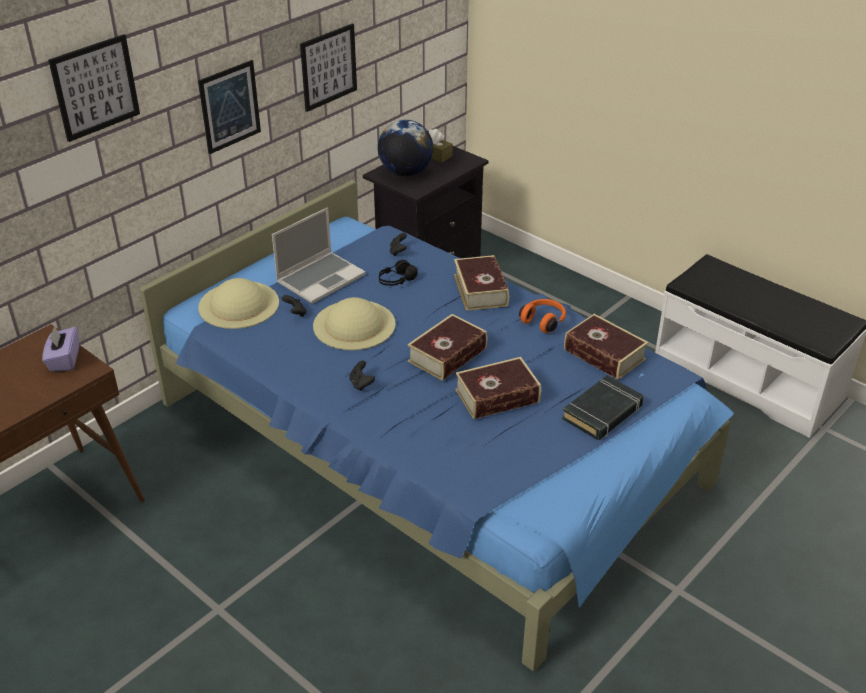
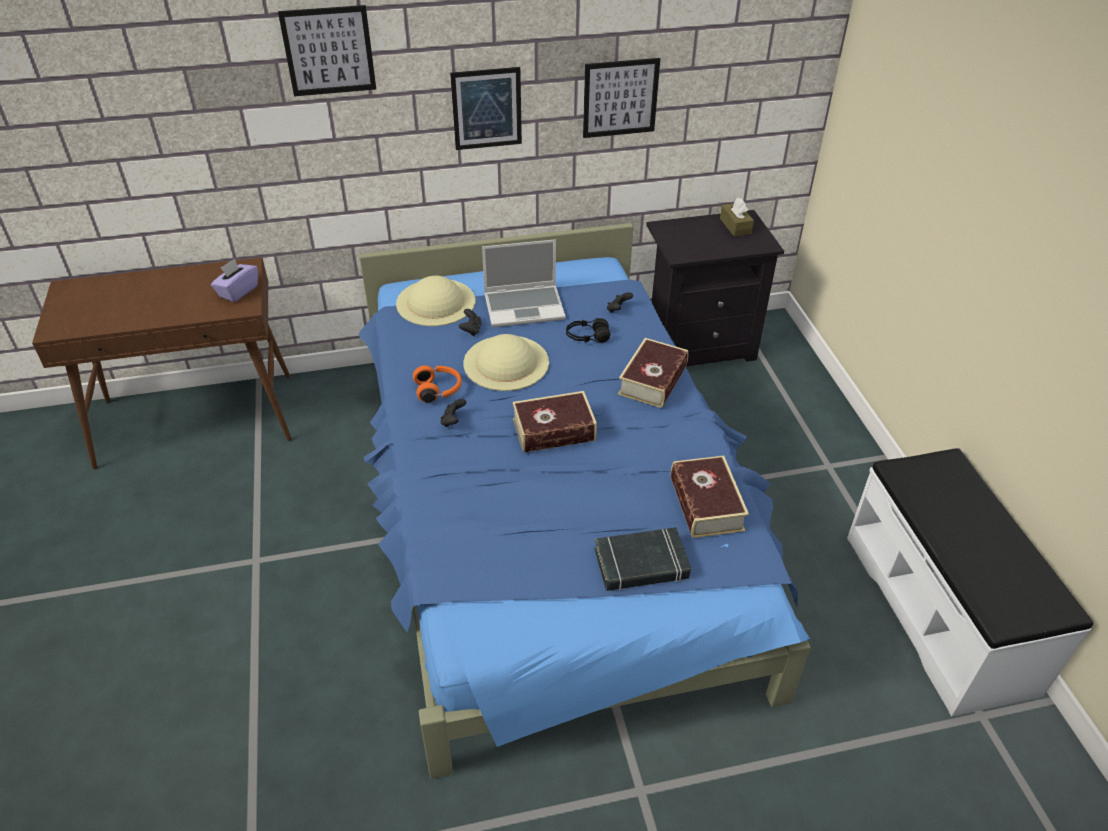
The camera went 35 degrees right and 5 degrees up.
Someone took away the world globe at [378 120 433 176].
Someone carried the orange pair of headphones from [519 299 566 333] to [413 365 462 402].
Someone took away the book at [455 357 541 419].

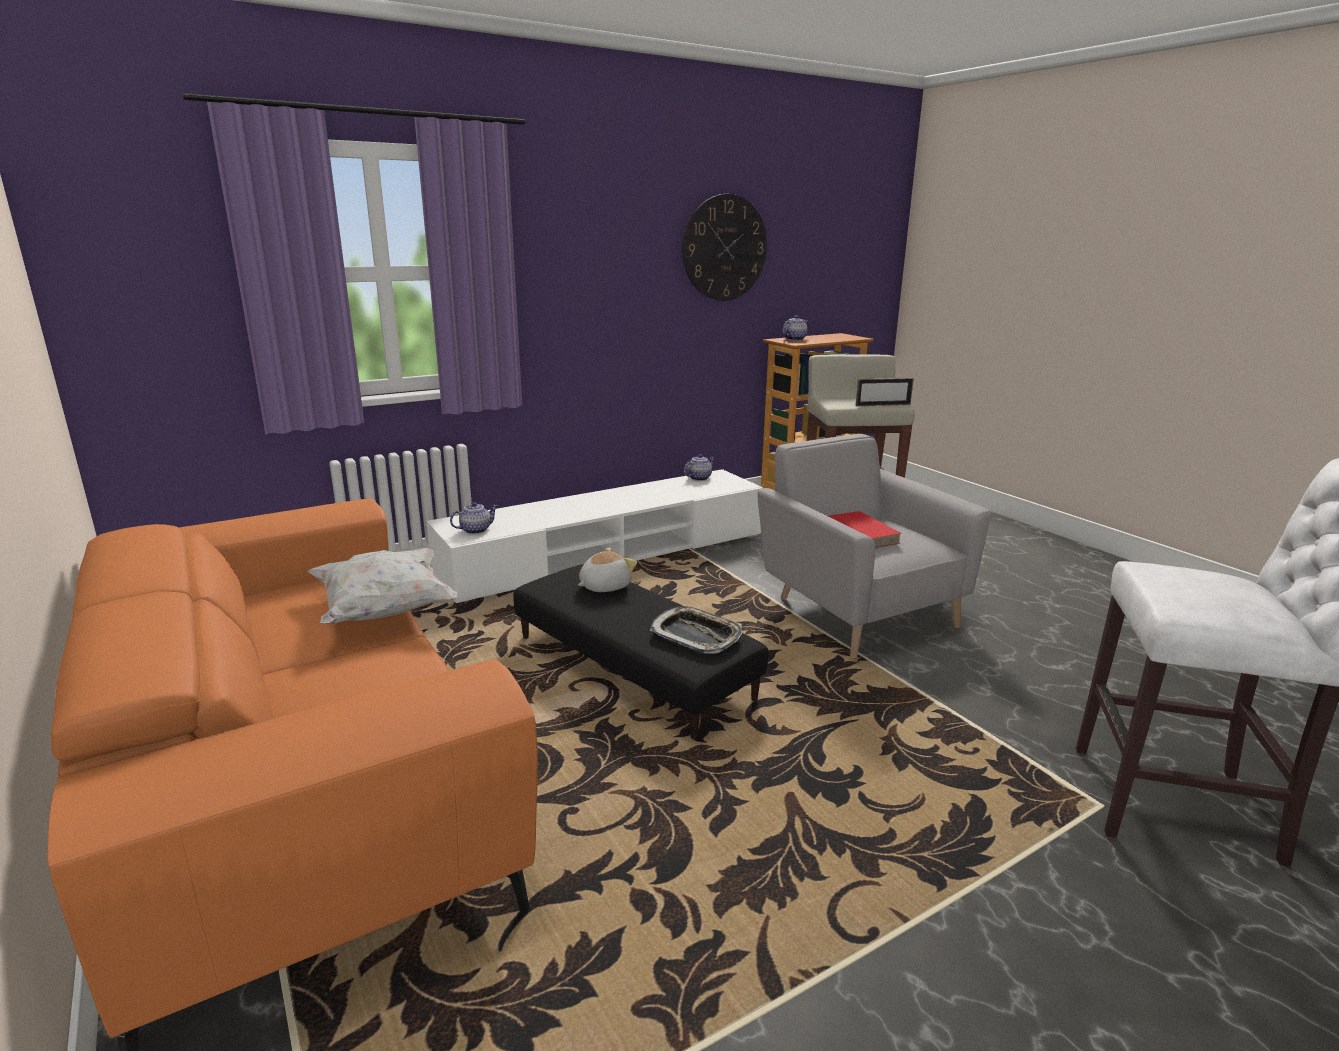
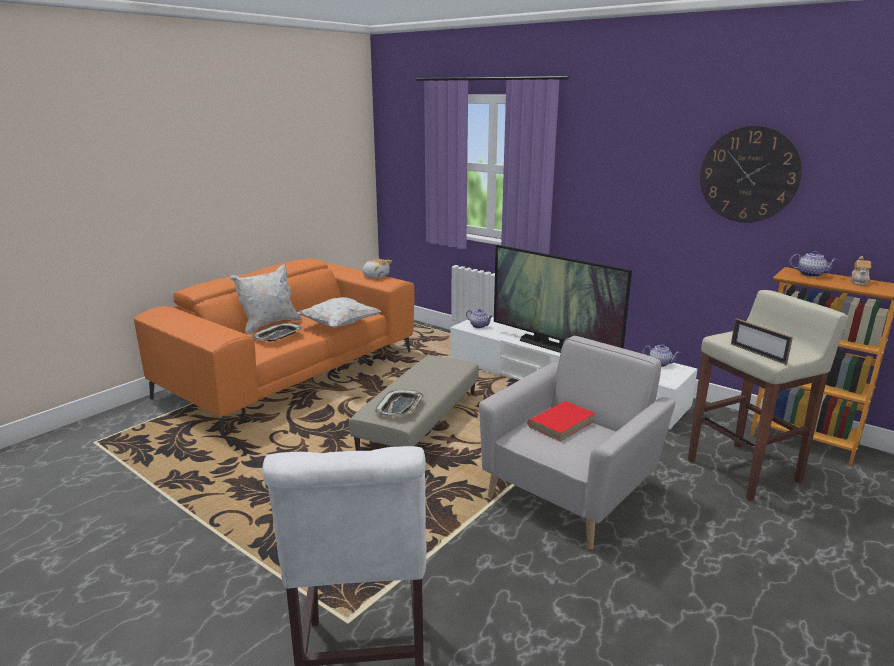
The camera went 70 degrees right and 0 degrees up.
Someone carried the cuddly toy from [578 547 637 592] to [362 259 392 278].
Someone repainted the black ottoman at [513 564 768 739], which became the sand-coloured ottoman at [349 355 479 451].
Someone put down the TV at [494 245 632 353].
Someone put down the teapot at [851 256 871 286].
Someone put down the white pillow at [230 264 301 334].
Someone put down the tray at [252 323 302 342].

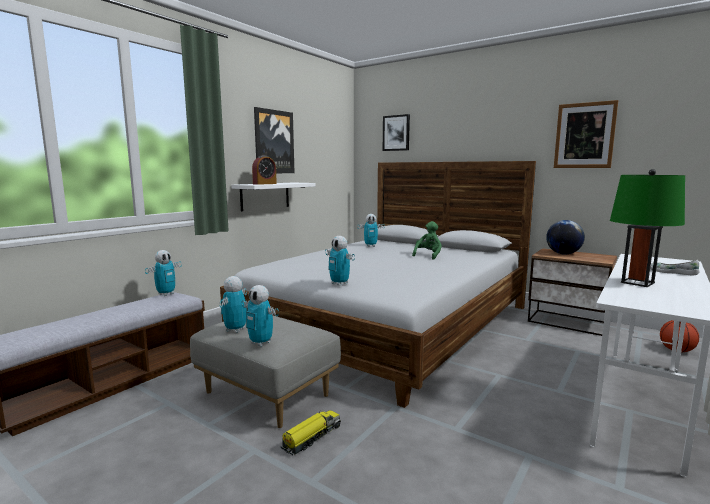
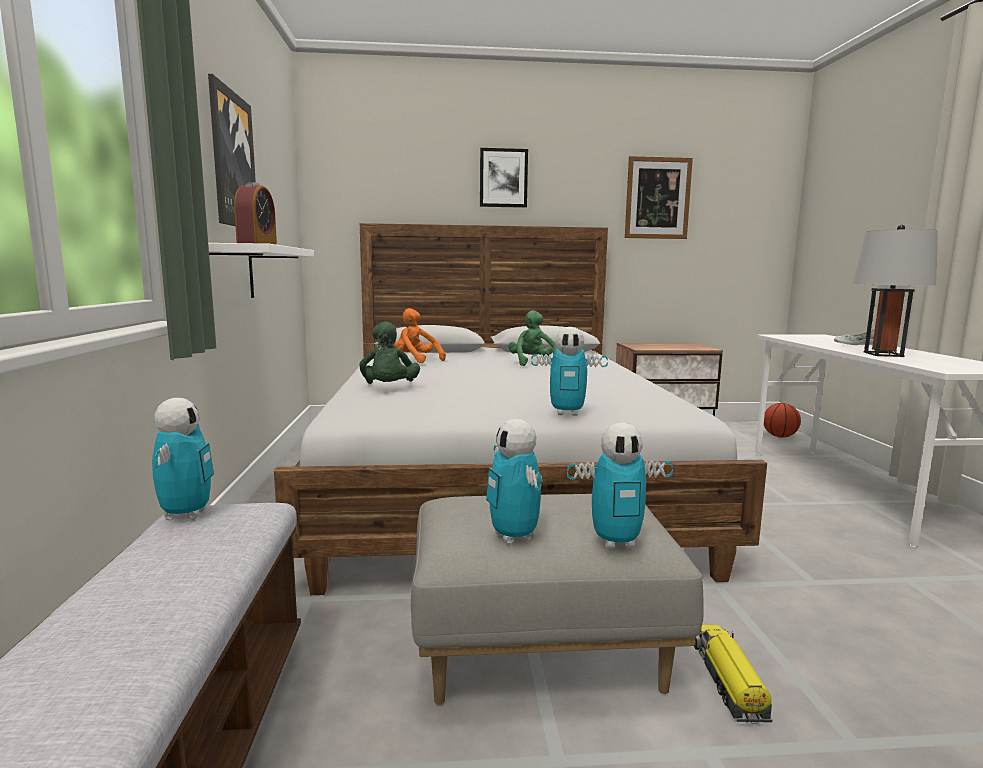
The camera went 40 degrees left and 0 degrees up.
Someone carried the wall picture from [383 114 410 151] to [480 148 528 208].
Someone repainted the greenish table lamp at [610 169 685 287], which became the greyish table lamp at [853 224 938 357].
Someone swapped the toy robot at [357 214 385 247] for the orange cuddly toy at [392 308 446 363].
Someone took away the world globe at [546 220 585 255].
Someone put down the greenish cuddly toy at [359 322 420 384].

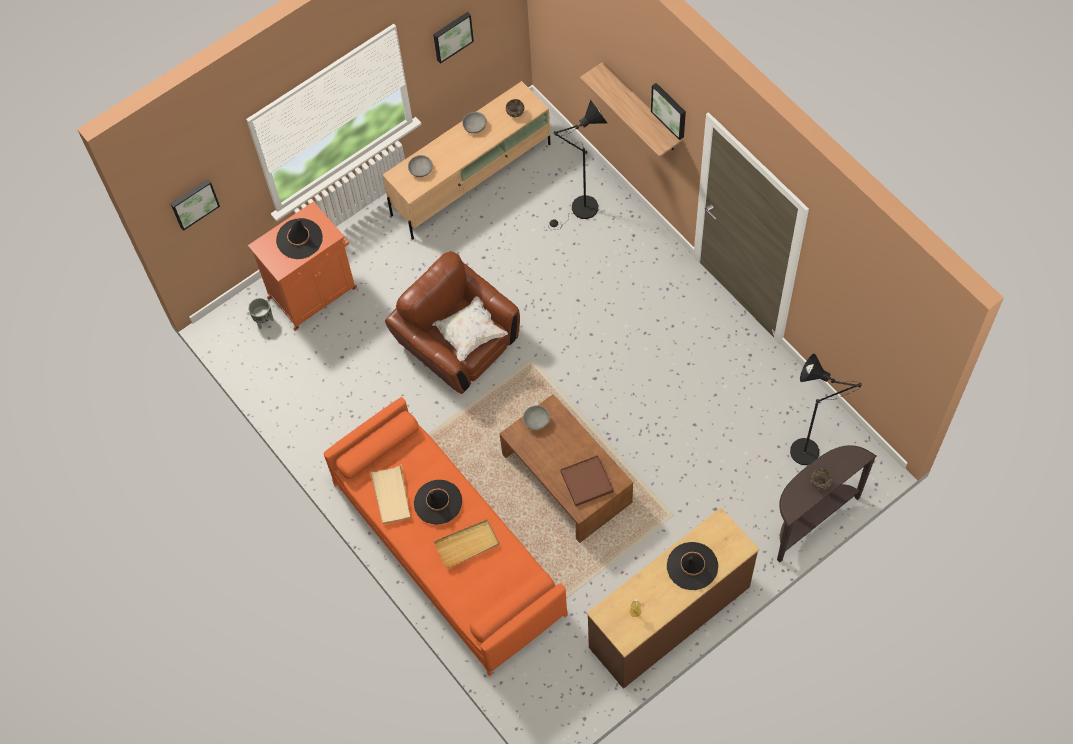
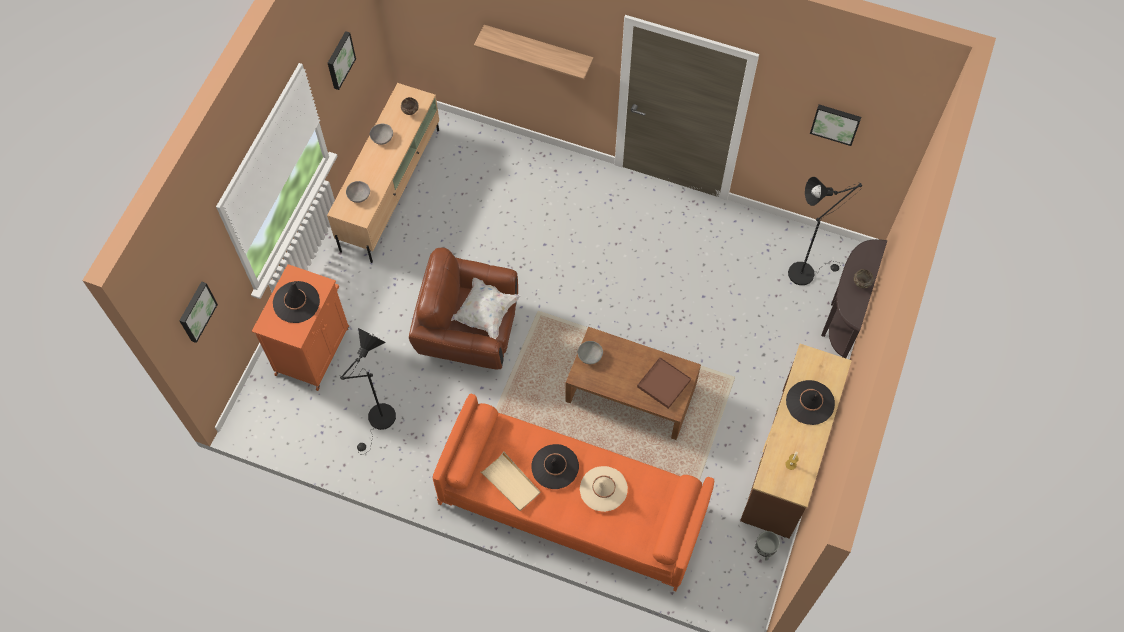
The camera went 35 degrees left and 0 degrees up.
Someone carried the wall picture from [651 83 686 140] to [810 105 861 146].
Someone carried the black standard lamp from [549 100 607 229] to [339 328 396 454].
Someone carried the greyish planter from [248 298 274 329] to [754 531 780 561].
Someone swapped the sand-coloured tray at [433 519 500 569] for the sand-coloured hat at [580 466 628 512].

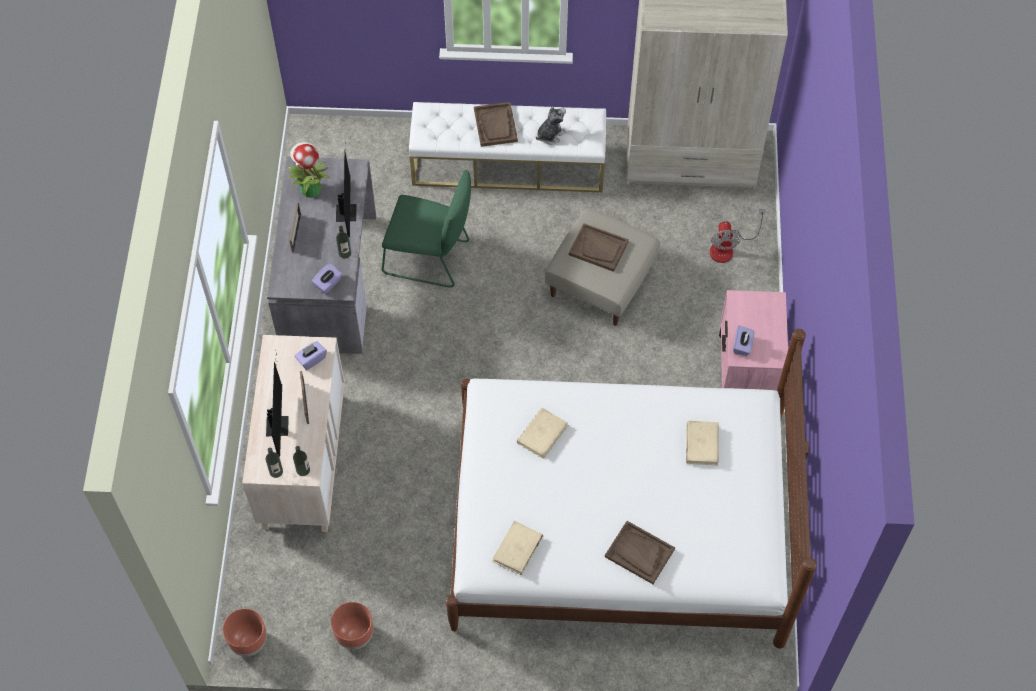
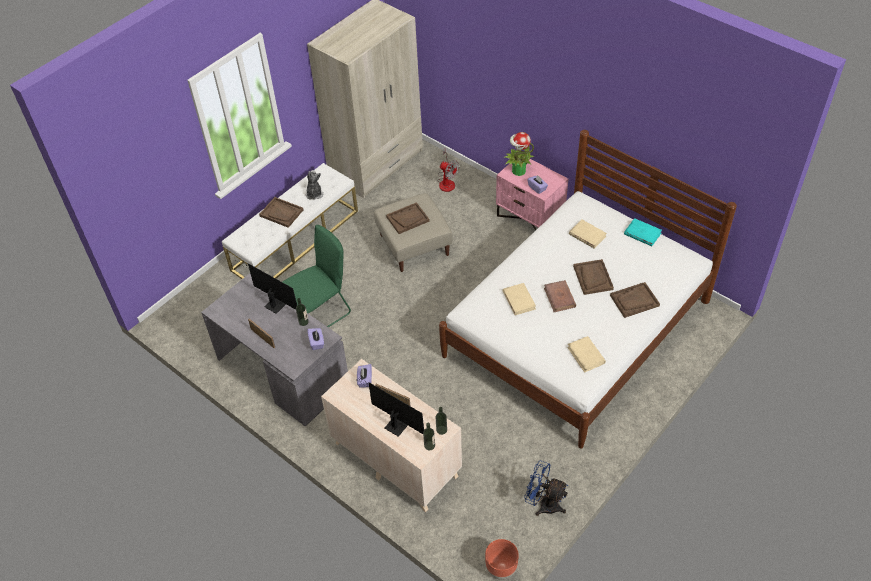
The camera went 50 degrees left and 10 degrees down.
Someone carried the plant in a pot from [287 142 330 198] to [504 132 535 176].
Someone swapped the brown planter at [331 602 373 650] for the bluish cooling fan at [524 460 568 516].
Someone put down the blue-green book at [624 218 662 246].
Someone put down the brown tray at [573 259 614 295].
Someone put down the brown book at [544 280 576 312].

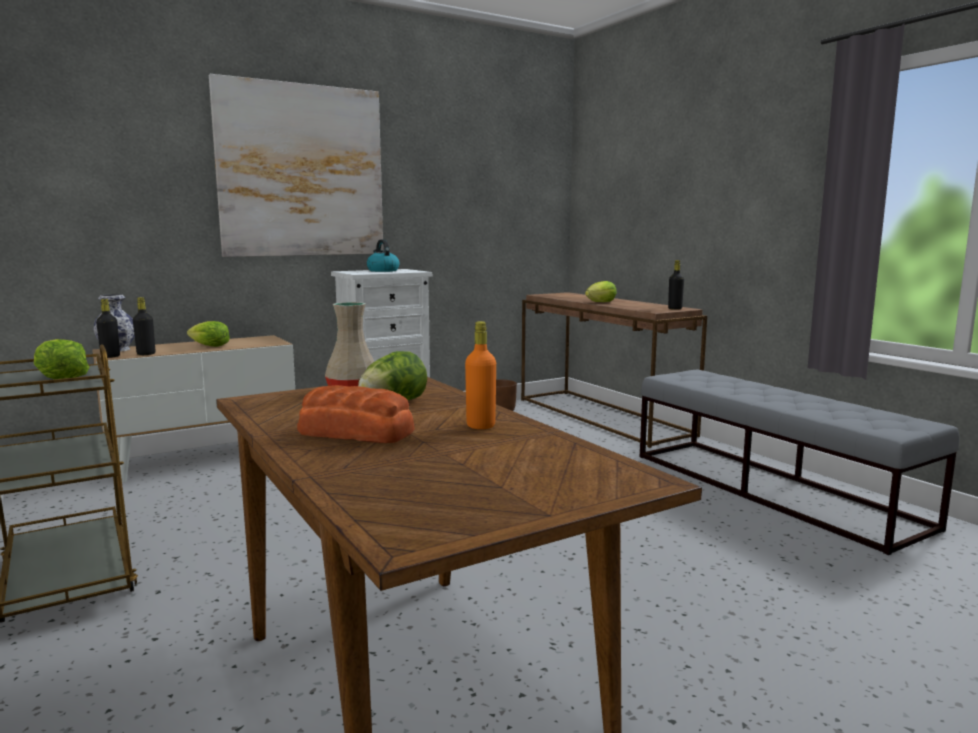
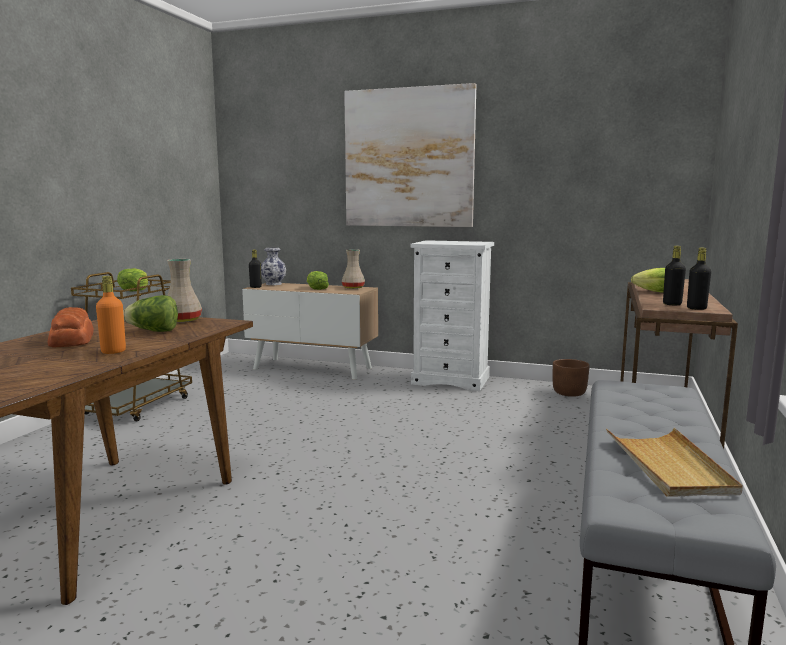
The camera went 50 degrees right and 0 degrees up.
Someone took away the water kettle at [367 239 399 272].
Someone carried the black beverage bottle from [133 297 155 355] to [663 246 686 305].
Someone put down the sand-coloured flower vase at [342 249 365 289].
Someone put down the sand-coloured tray at [606 428 743 497].

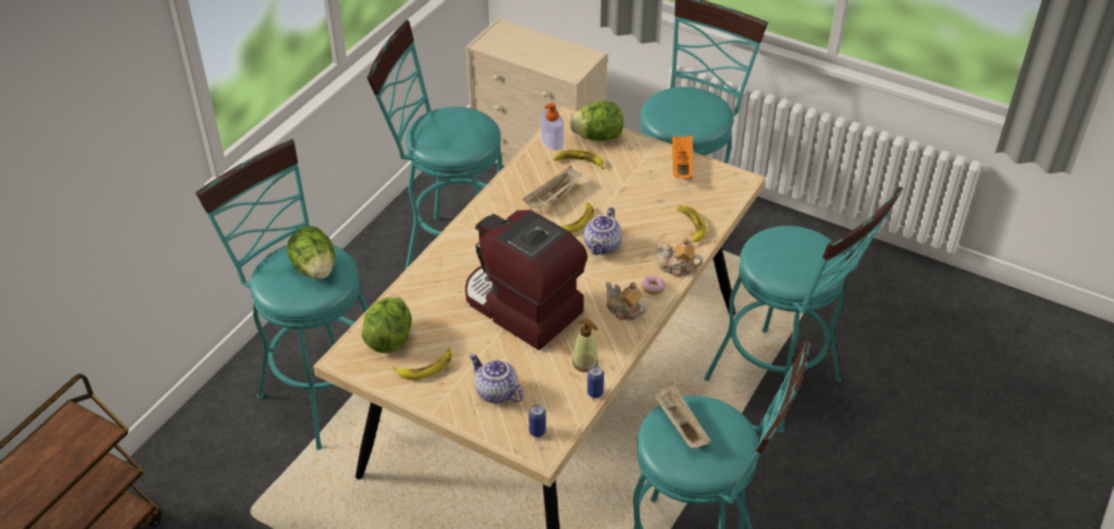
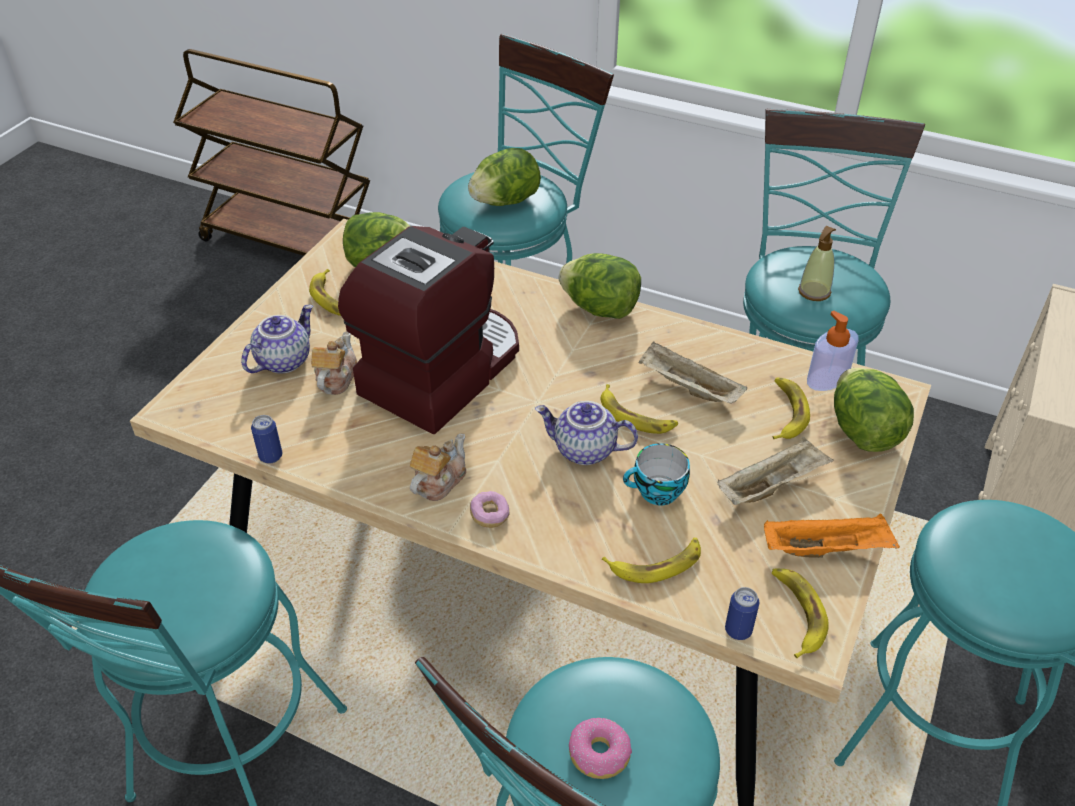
The camera went 85 degrees right and 0 degrees up.
Someone carried the teapot from [655 238 703 277] to [311 332 357 395].
Someone carried the soap bottle from [572 318 598 372] to [798 226 836 301].
Someone carried the sand-coloured tray from [652 383 711 449] to [718 437 834 505].
Someone carried the metal can from [529 404 546 437] to [725 587 759 640].
Someone put down the lettuce at [559 253 641 319].
Someone put down the drinking cup at [623 443 690 505].
Someone put down the banana fruit at [772 569 829 658].
Someone put down the donut at [569 718 632 779].

